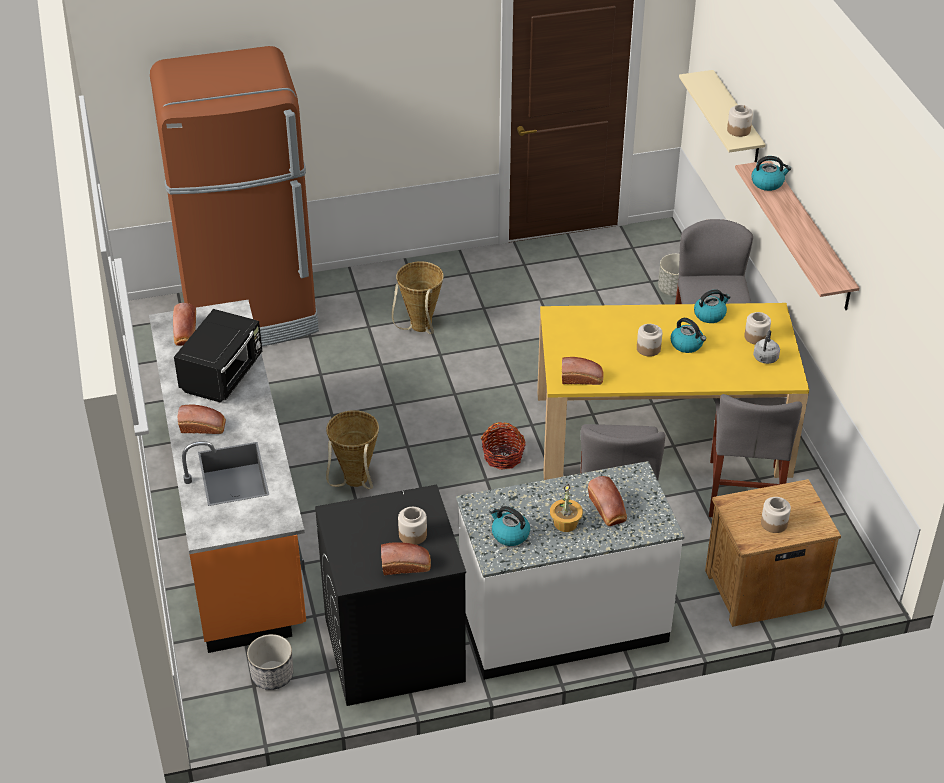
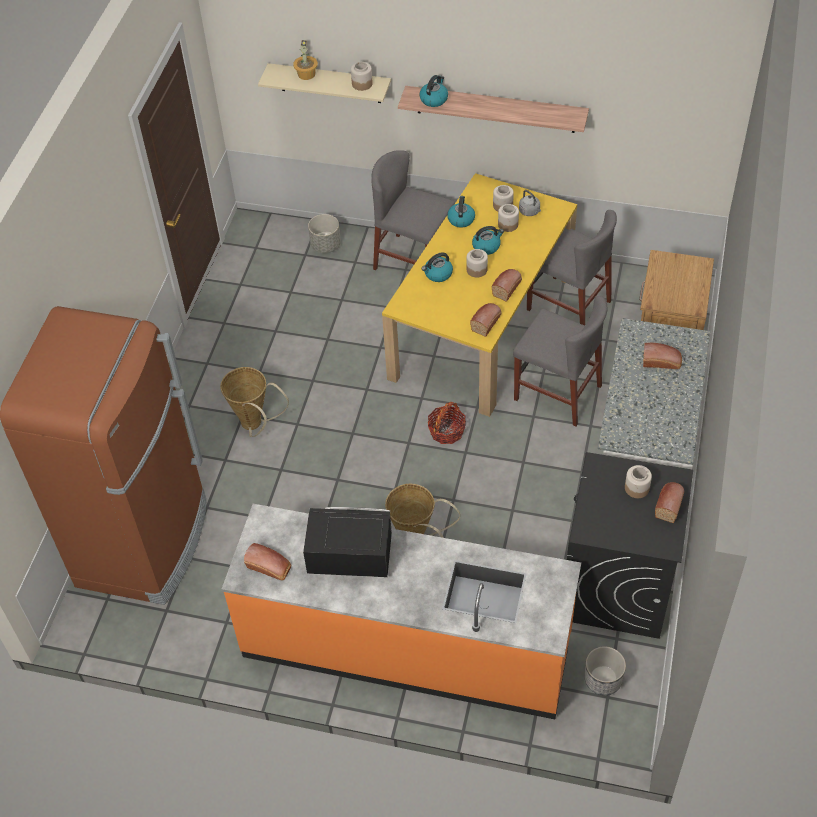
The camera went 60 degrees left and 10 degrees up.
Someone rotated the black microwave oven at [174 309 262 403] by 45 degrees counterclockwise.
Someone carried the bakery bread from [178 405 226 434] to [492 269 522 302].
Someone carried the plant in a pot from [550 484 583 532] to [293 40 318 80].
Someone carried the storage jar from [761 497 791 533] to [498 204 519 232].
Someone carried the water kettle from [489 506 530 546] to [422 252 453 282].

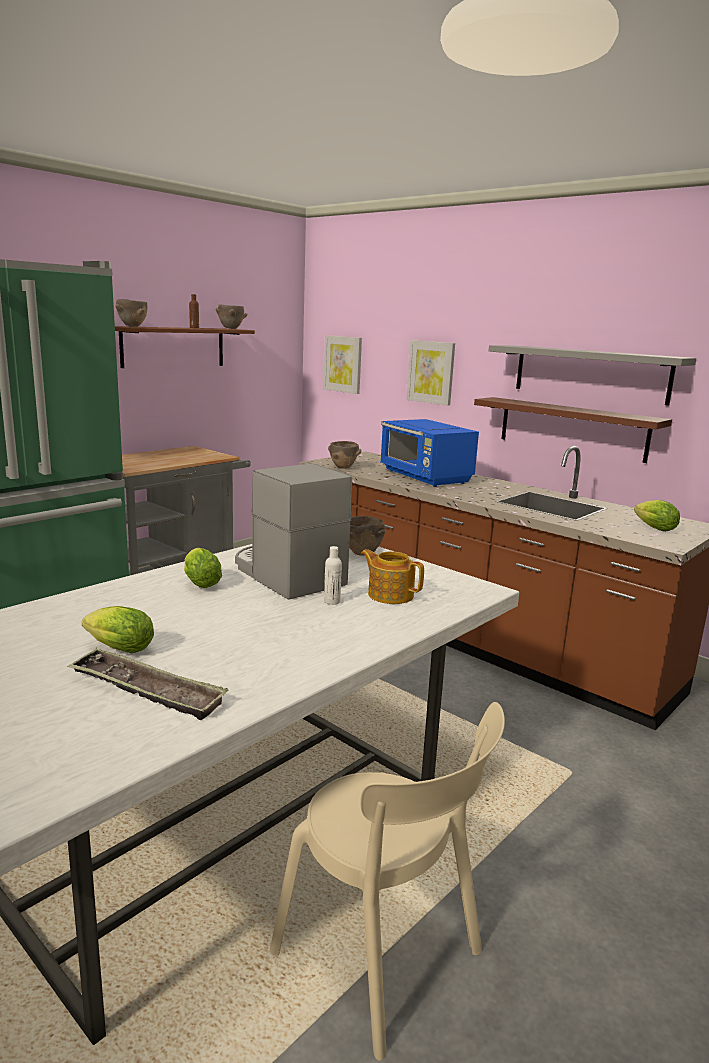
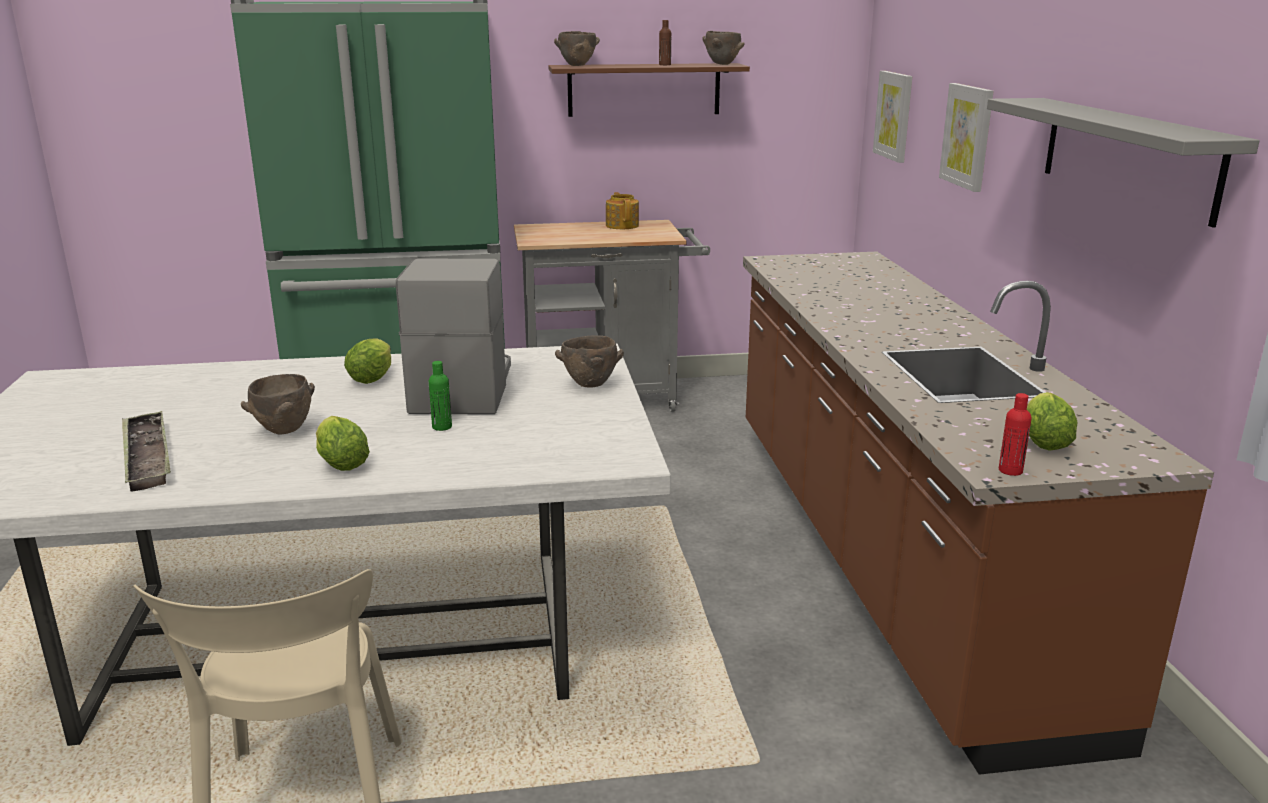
The camera went 40 degrees right and 5 degrees up.
Someone took away the brown bracket shelf at [474 397 672 463].
Someone took away the bluish microwave oven at [381 419 479 487].
Someone carried the brown bowl from [328 441 361 469] to [241 374 315 435].
Someone repainted the white beverage bottle at [324 546 342 605], which became the greenish beverage bottle at [429 361 452 431].
Someone carried the teapot from [361 549 424 604] to [606 192 639 229].
Someone carried the lettuce from [82 606 154 653] to [316 416 370 471].
Someone put down the reddish beverage bottle at [999 393 1031 476].

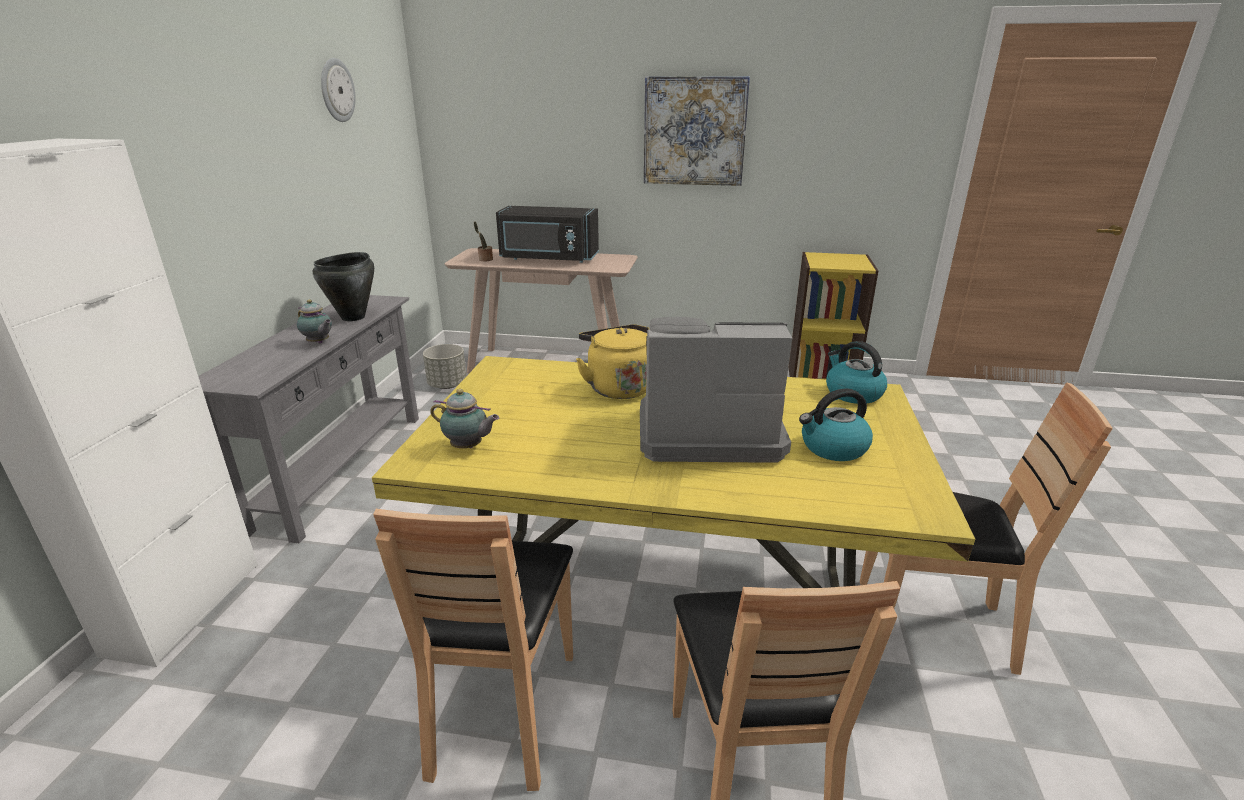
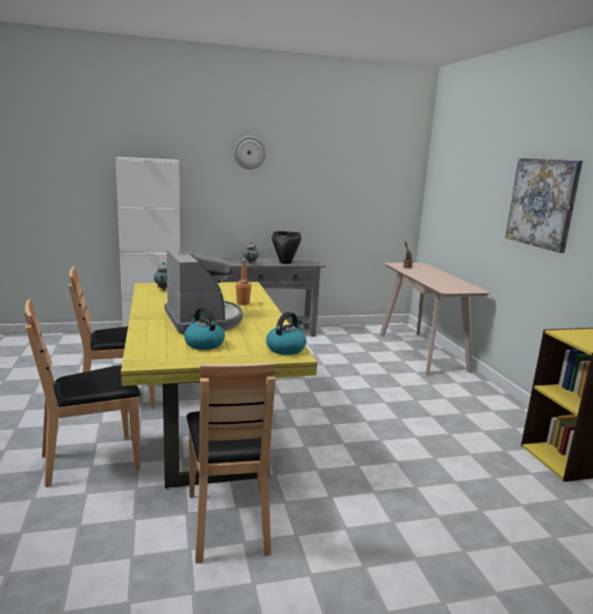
The camera went 65 degrees right and 10 degrees down.
Someone carried the wall clock from [321 58 356 122] to [234 136 266 169].
Someone took away the black microwave oven at [496 206 599 263].
Someone swapped the yellow water kettle at [576 324 650 399] for the orange beverage bottle at [236 259 251 305].
Someone took away the greyish planter at [423 344 467 389].

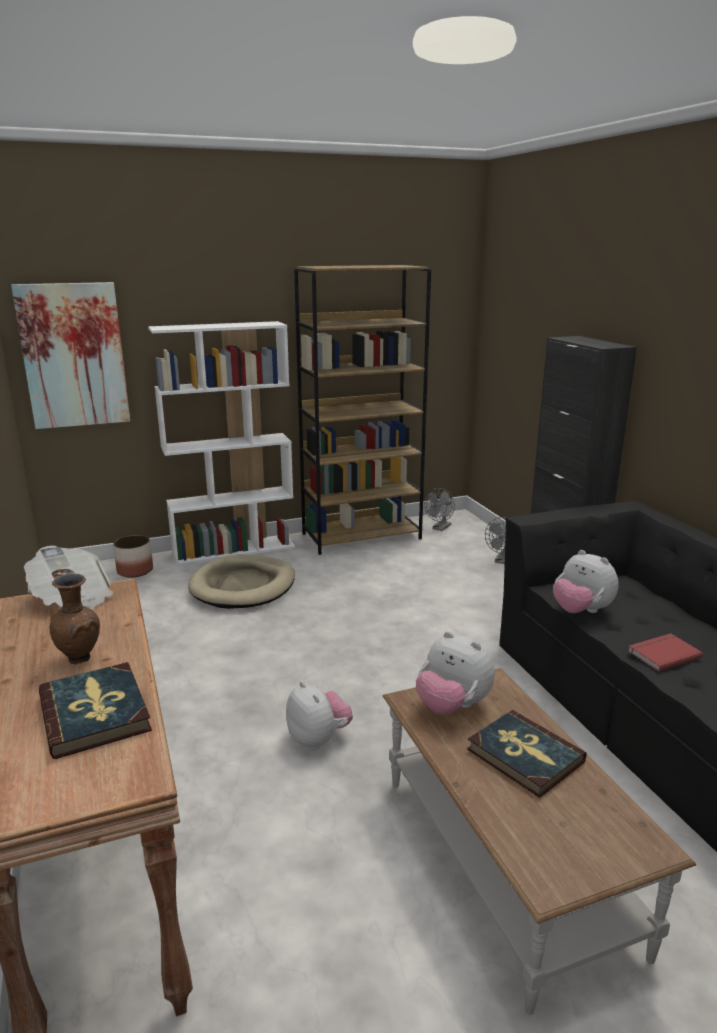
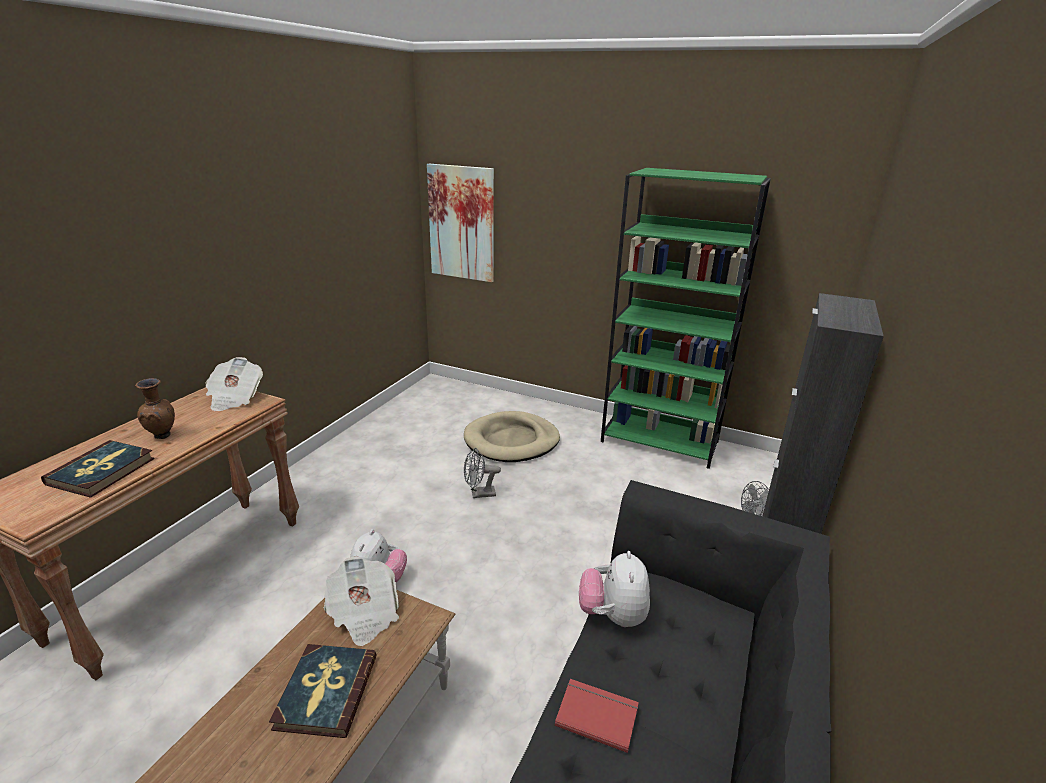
The camera went 45 degrees right and 5 degrees up.
Someone repainted the brown bookshelf at [294 265 431 555], which became the greenish bookshelf at [601 168 771 469].
Someone took away the white bookshelf at [148 321 295 566].
Someone carried the greyish cooling fan from [424 488 455 531] to [464 448 501 498].
Someone took away the planter at [113 535 153 578].
Someone swapped the cuddly toy at [416 631 495 714] for the daily paper at [324 556 399 646].

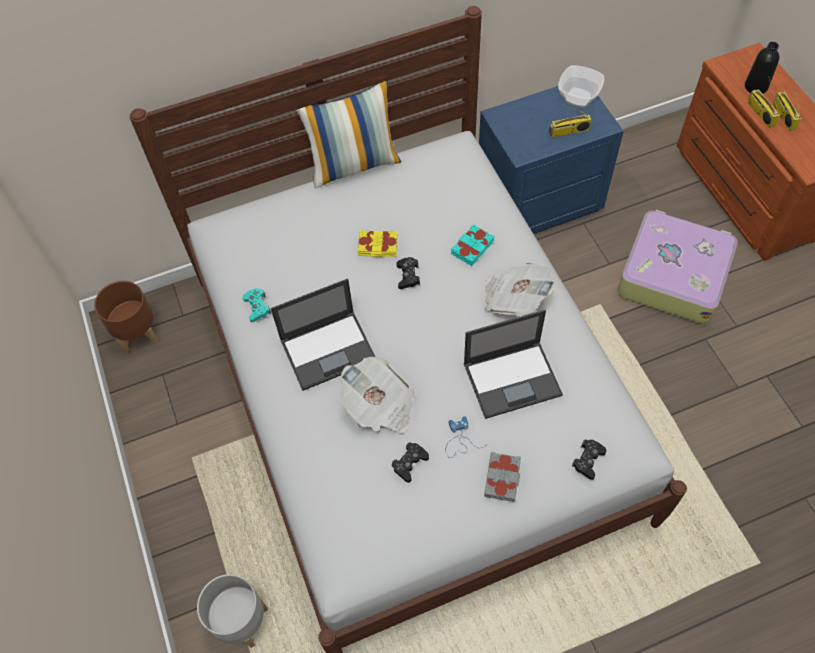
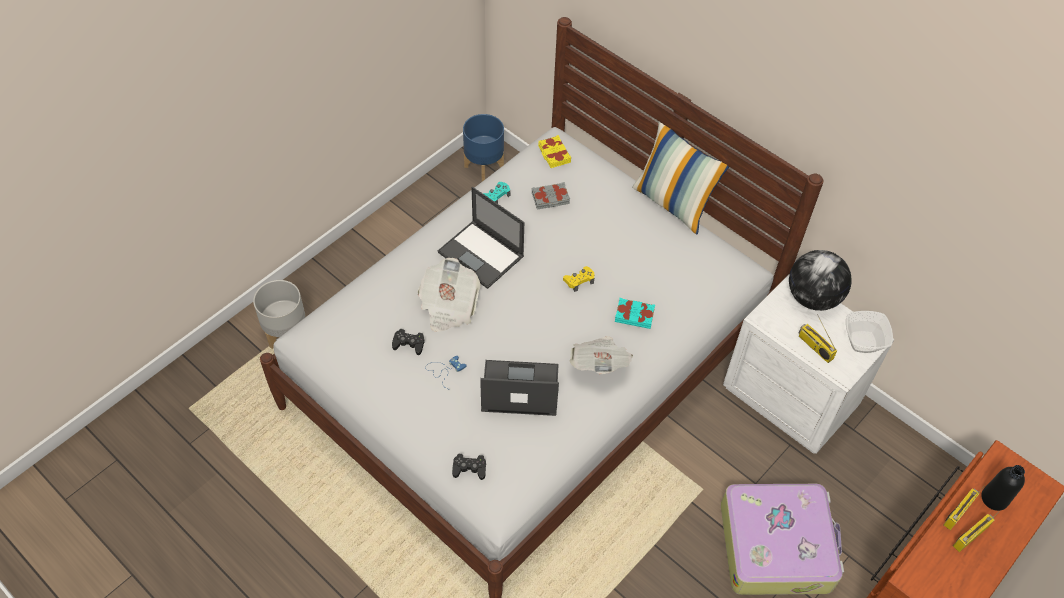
The camera went 60 degrees right and 5 degrees down.
Someone repainted the bluish night table at [479 86 624 234], which became the white night table at [723 275 895 454].
Someone carried the yellow book from [358 230 398 257] to [538 135 571 168].
Someone repainted the black gamepad at [396 257 420 289], which became the yellow gamepad at [563 266 594 292].
Someone repainted the brown planter at [94 281 159 353], which became the bluish planter at [463 114 504 181].
Someone rotated the laptop at [464 310 563 419] by 135 degrees clockwise.
Someone carried the greyish book from [484 452 521 502] to [532 182 570 210].
Someone put down the world globe at [789 250 852 311].

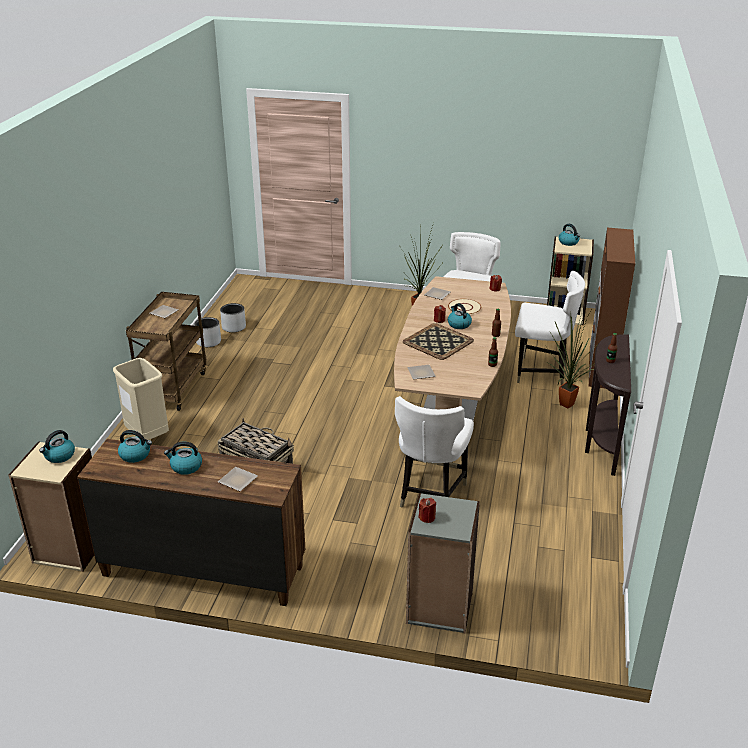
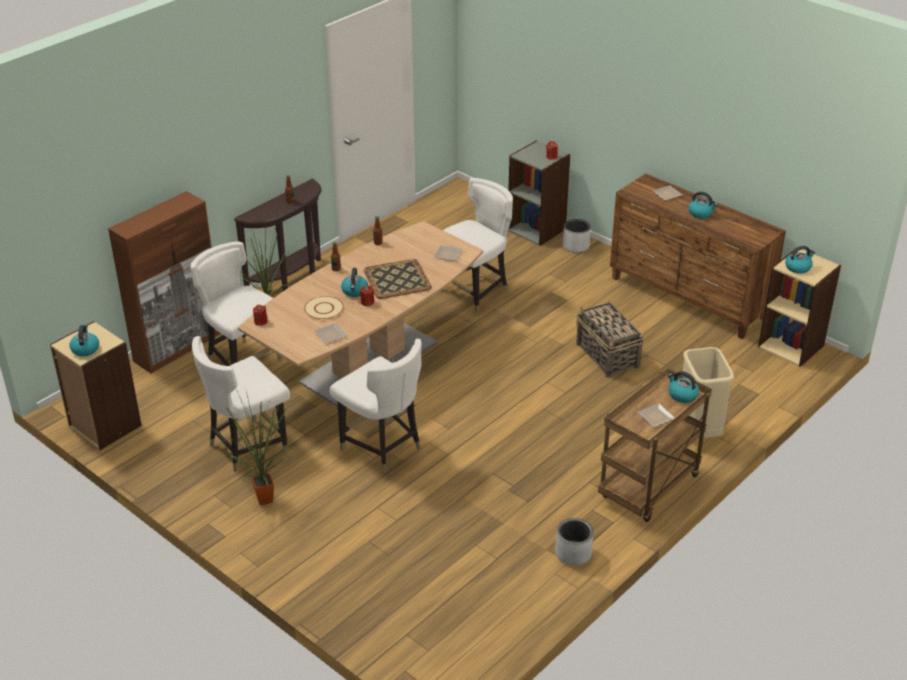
The camera went 150 degrees left and 5 degrees up.
Someone carried the greyish planter from [220 303 246 333] to [563 219 591 253].
Someone carried the water kettle from [118 430 152 463] to [668 371 699 403].
Someone put down the white chair at [330 339 421 473].

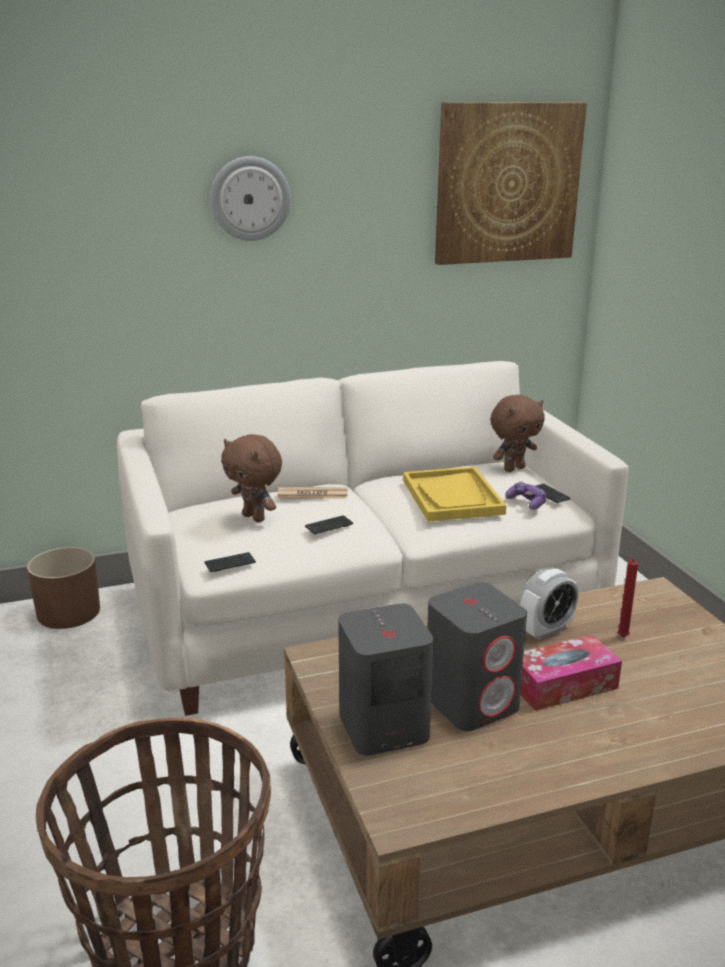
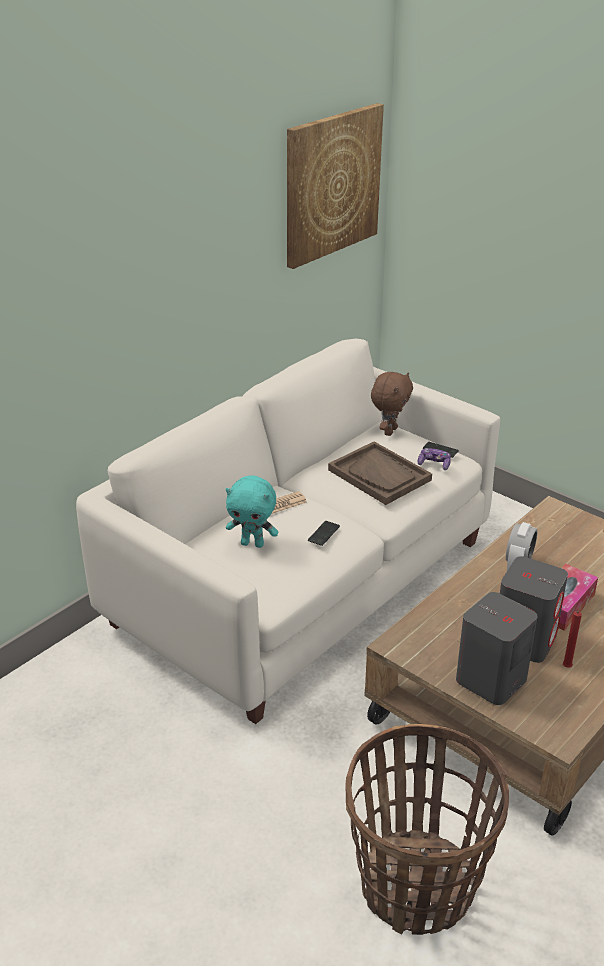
The camera went 30 degrees left and 10 degrees up.
Someone took away the wall clock at [210 156 291 241].
Someone repainted the brown cuddly toy at [221 434 282 522], which became the blue-green cuddly toy at [226 476 278 548].
Someone repainted the yellow tray at [403 467 506 522], which became the brown tray at [328 442 432 505].
Someone took away the brown planter at [27 547 100 629].
Someone took away the phone at [204 552 256 572].
Someone carried the reddish candle from [618 555 638 637] to [563 611 582 668].

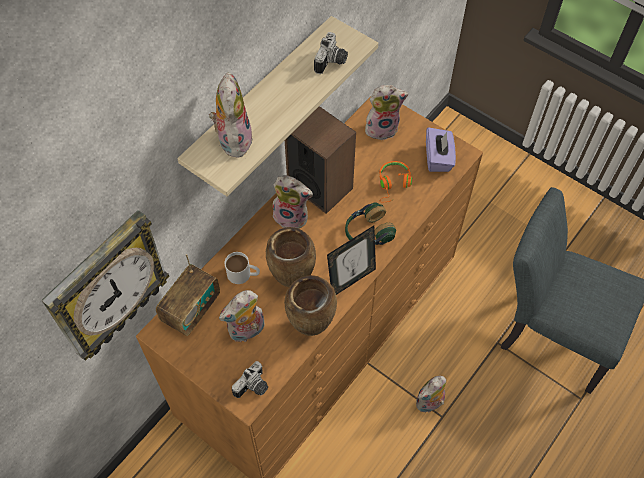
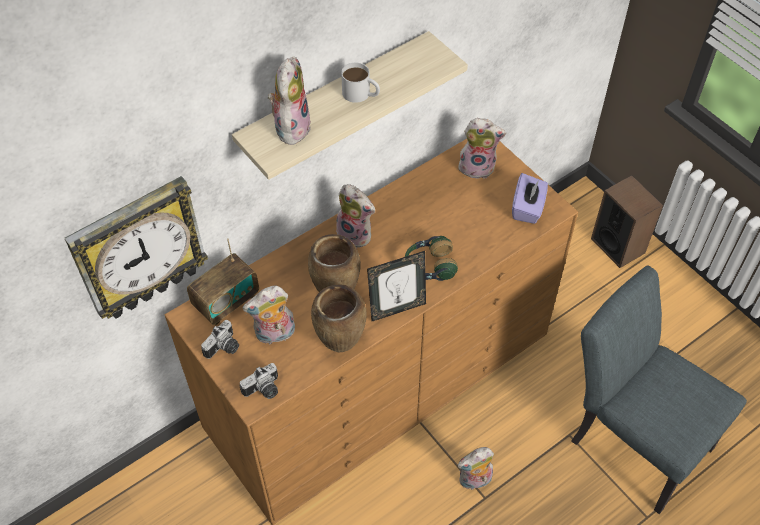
The camera went 15 degrees right and 5 degrees down.
Someone carried the photo camera from [314 32 348 74] to [201 320 239 359].
Someone carried the loudspeaker from [285 106 356 214] to [591 175 663 268].
Someone took away the orange pair of headphones at [379 161 412 202].
Someone carried the white coffee mug from [225 252 260 284] to [341 63 380 103].

